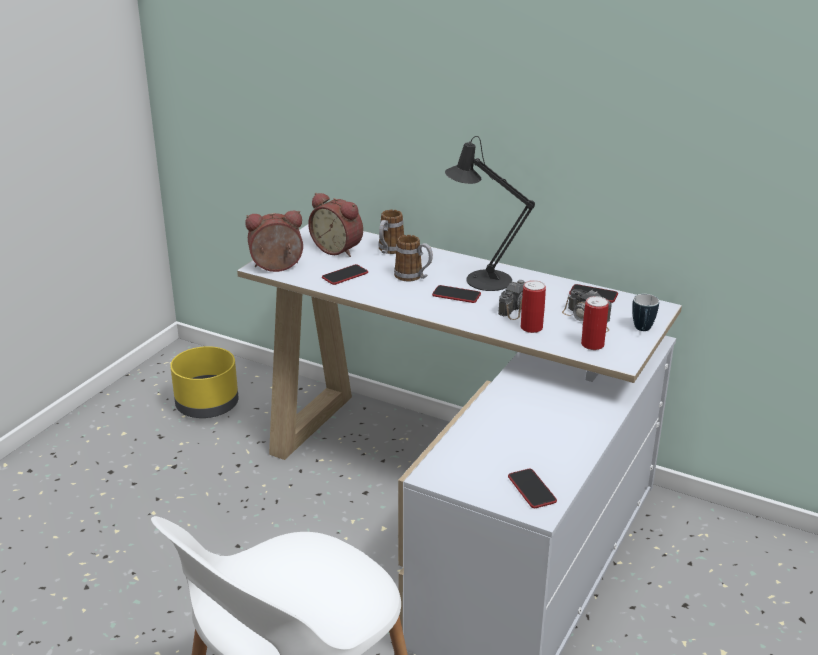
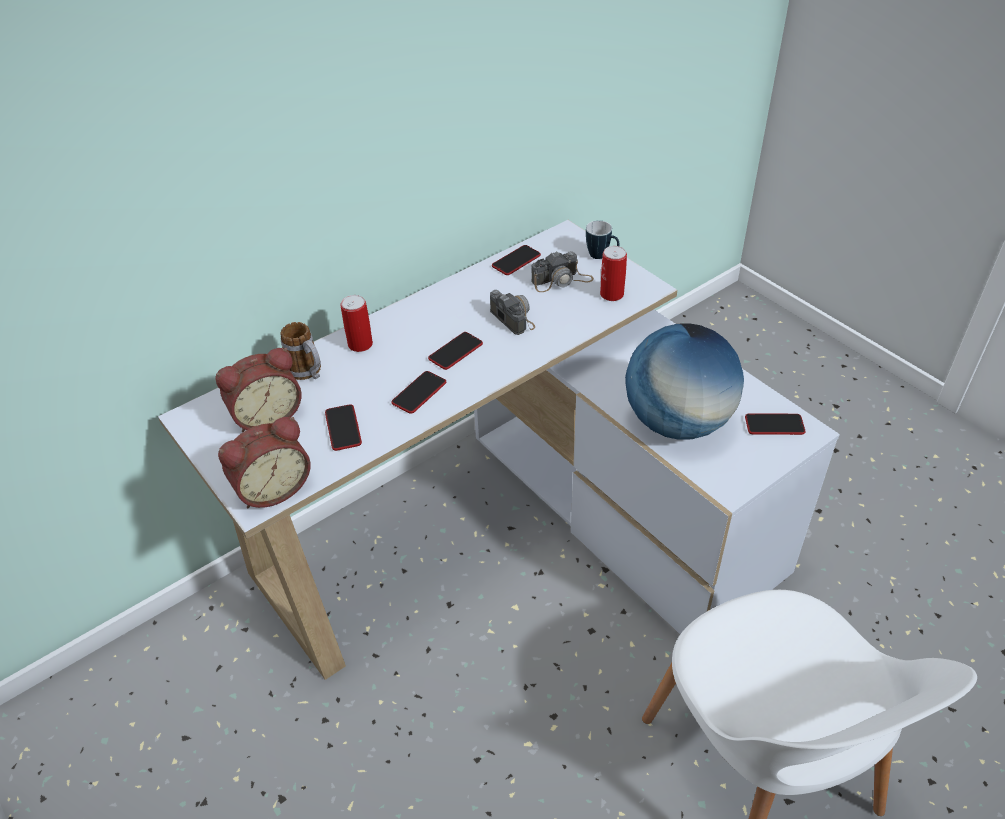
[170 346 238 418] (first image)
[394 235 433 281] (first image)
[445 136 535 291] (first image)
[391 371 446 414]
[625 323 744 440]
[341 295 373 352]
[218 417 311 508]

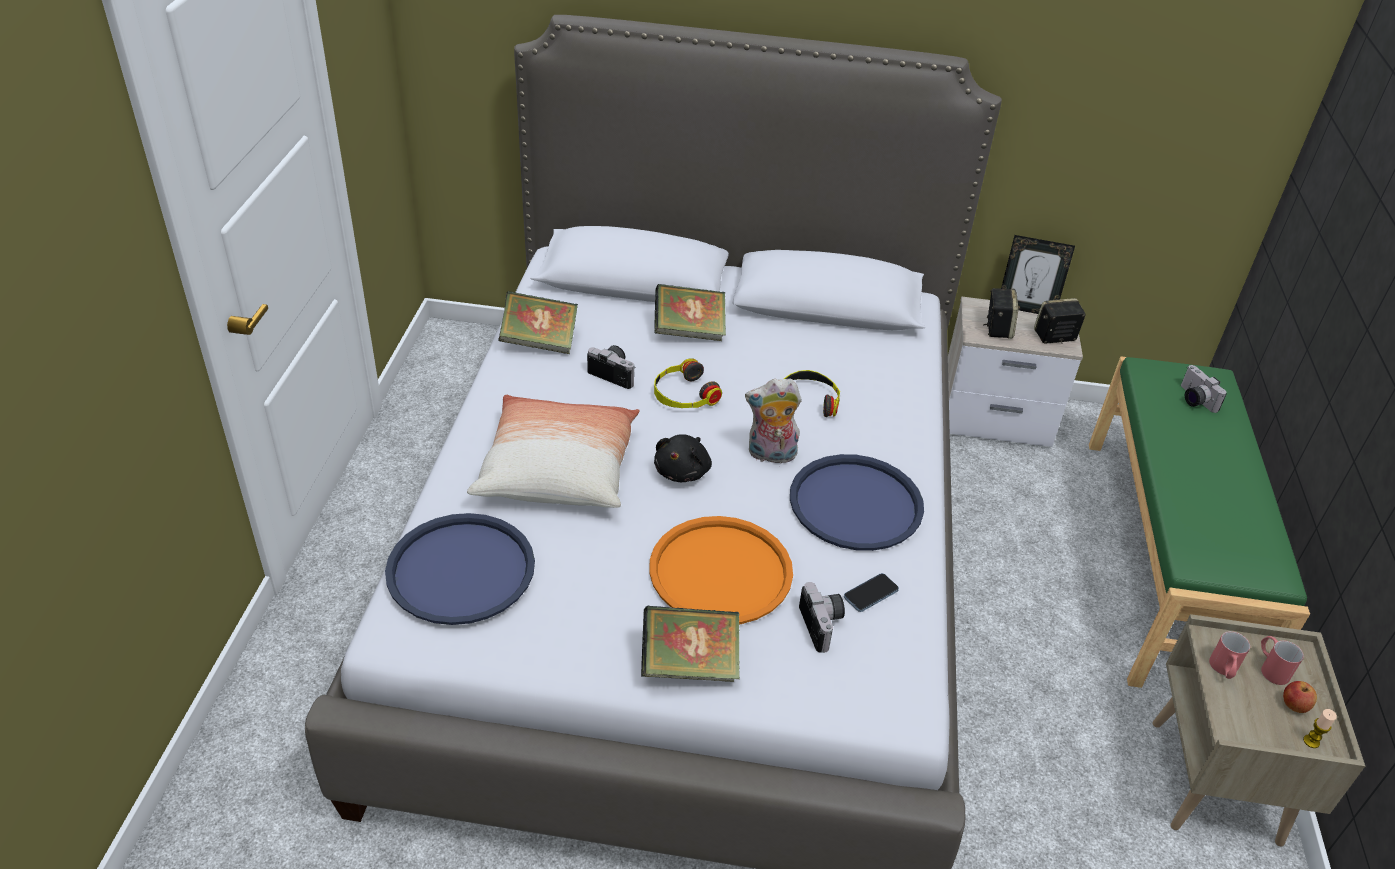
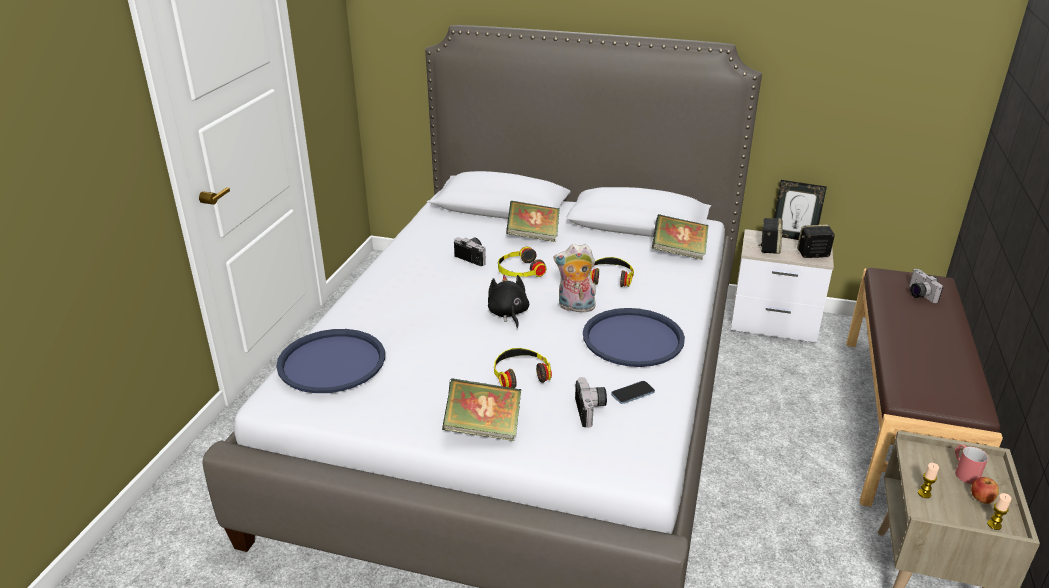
[467 395 639 508] (first image)
[1209 631 1250 679] (first image)
[918 463 939 498]
[652 214 709 260]
[494 348 552 388]
[847 268 1003 507]
[488 274 529 328]

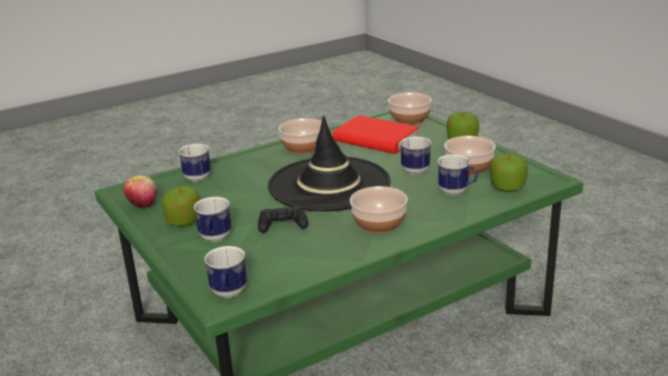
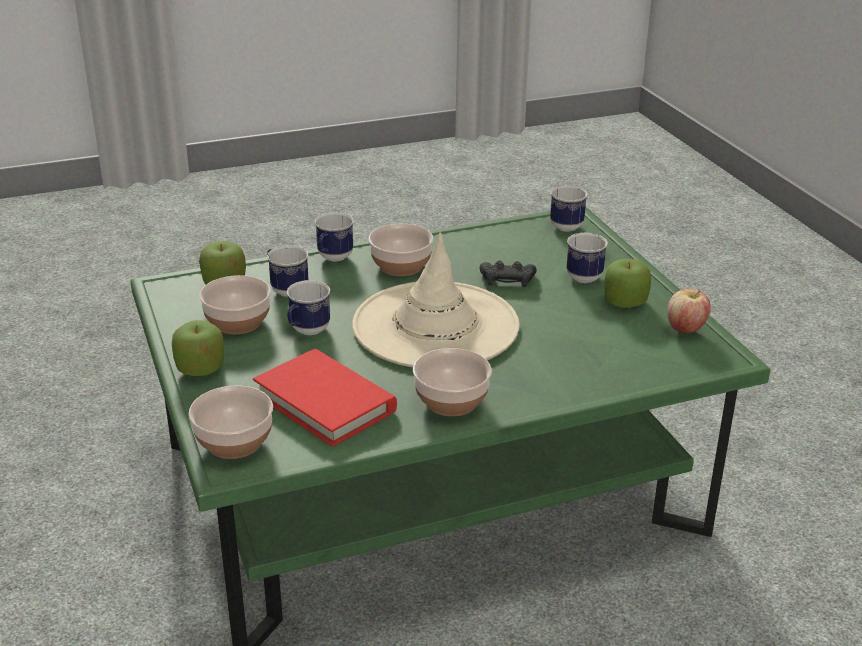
[315 212 354 261]
[352 233 520 367]

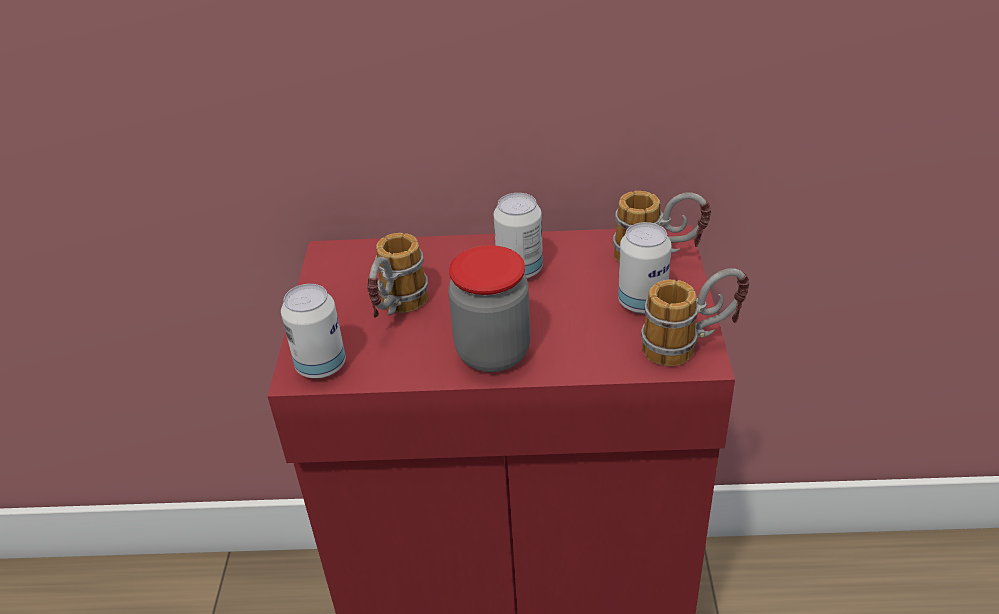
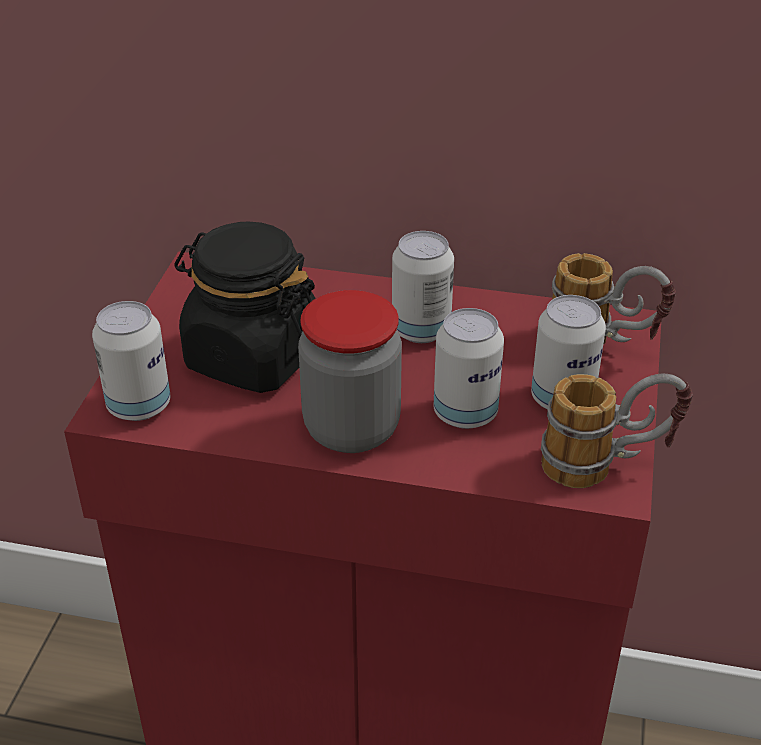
[434 308 504 429]
[175 222 316 393]

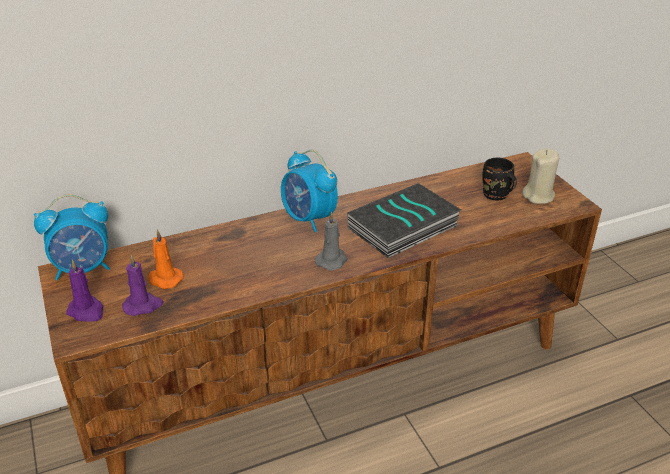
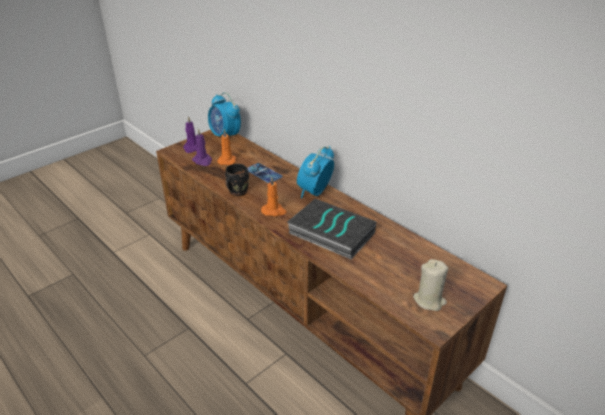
[248 163 282 183]
[225 164 249 196]
[261 177 287 217]

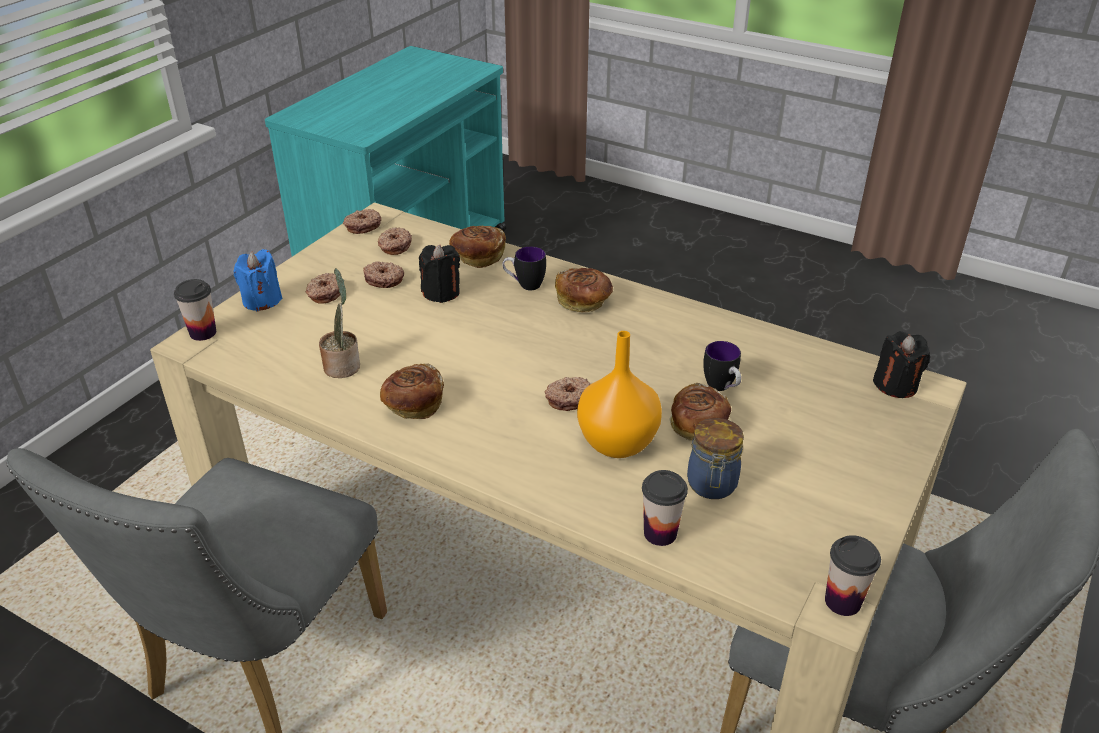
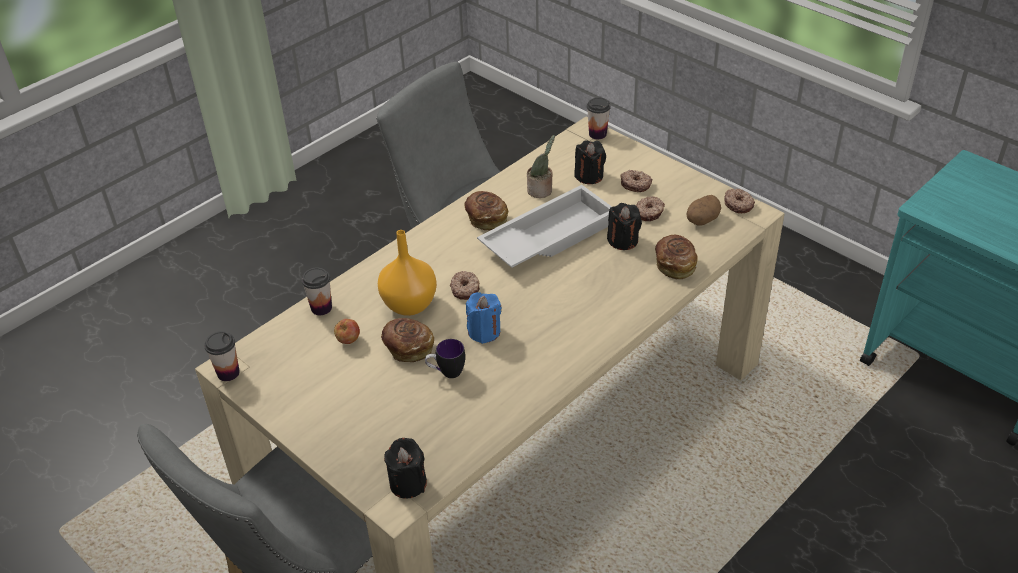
[502 247 546 290] (first image)
[555 268 613 313] (first image)
[477 185 612 268]
[574 140 606 184]
[466 292 502 344]
[686 195 721 226]
[334 319 360 344]

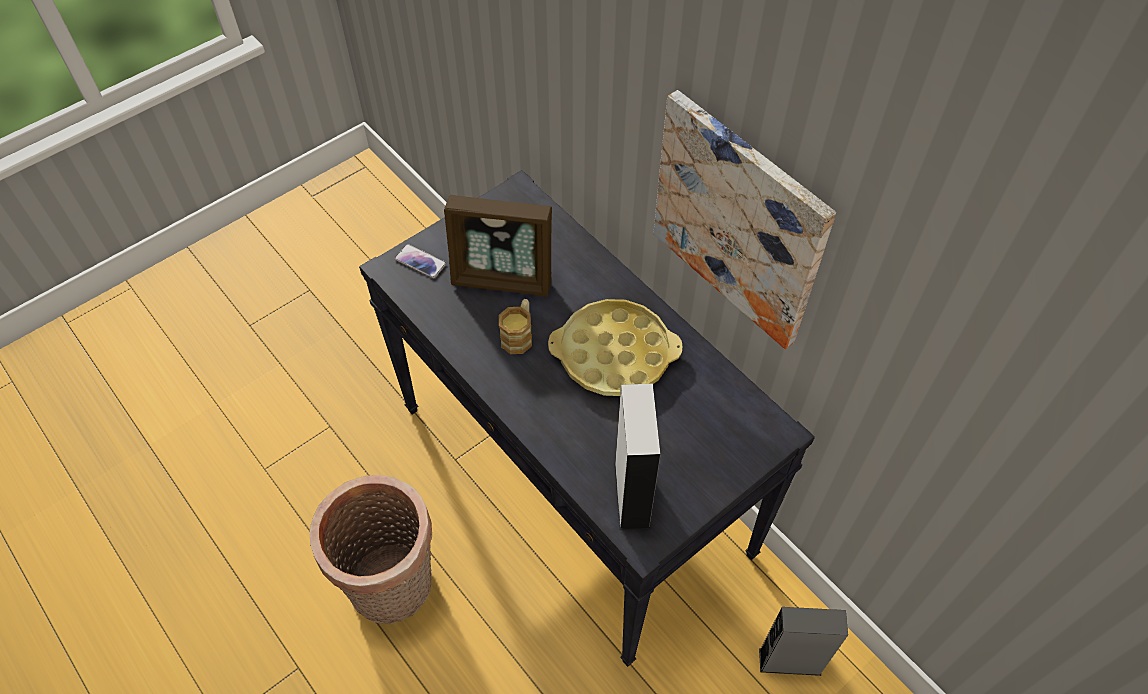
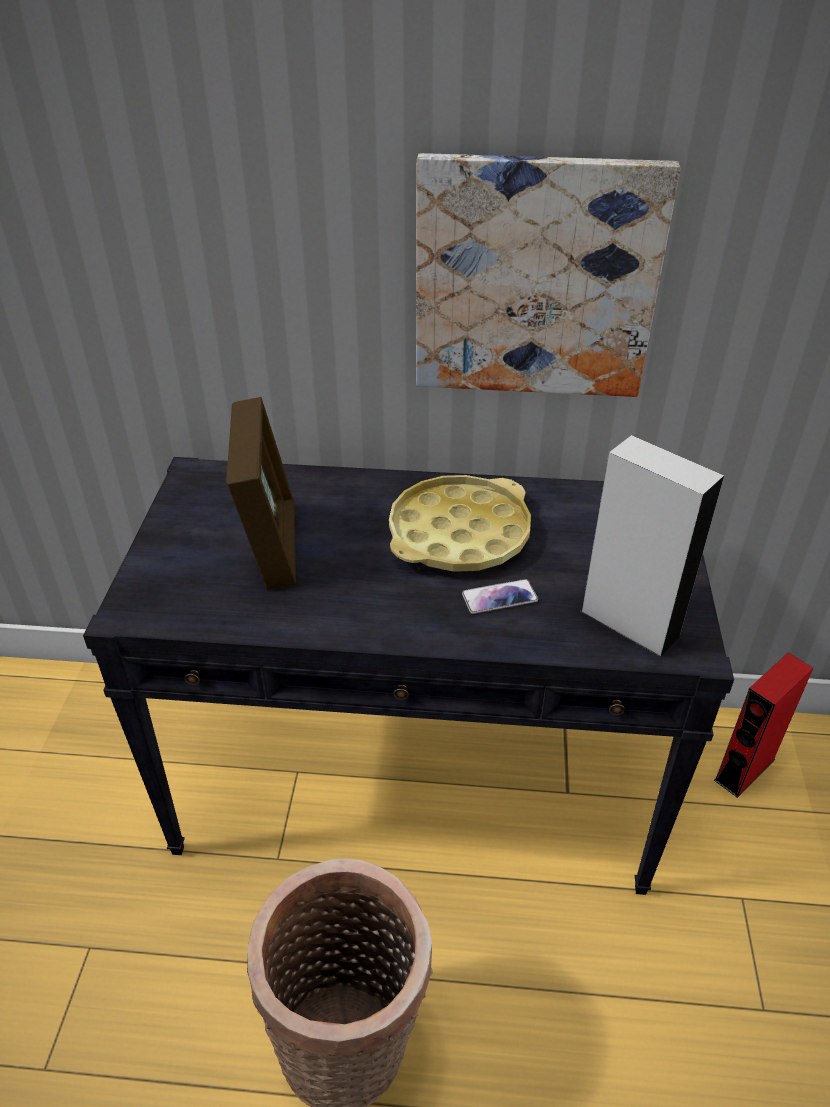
[499 299 532 354] (first image)
[462 579 538 614]
[714 653 813 798]
[226 397 296 590]

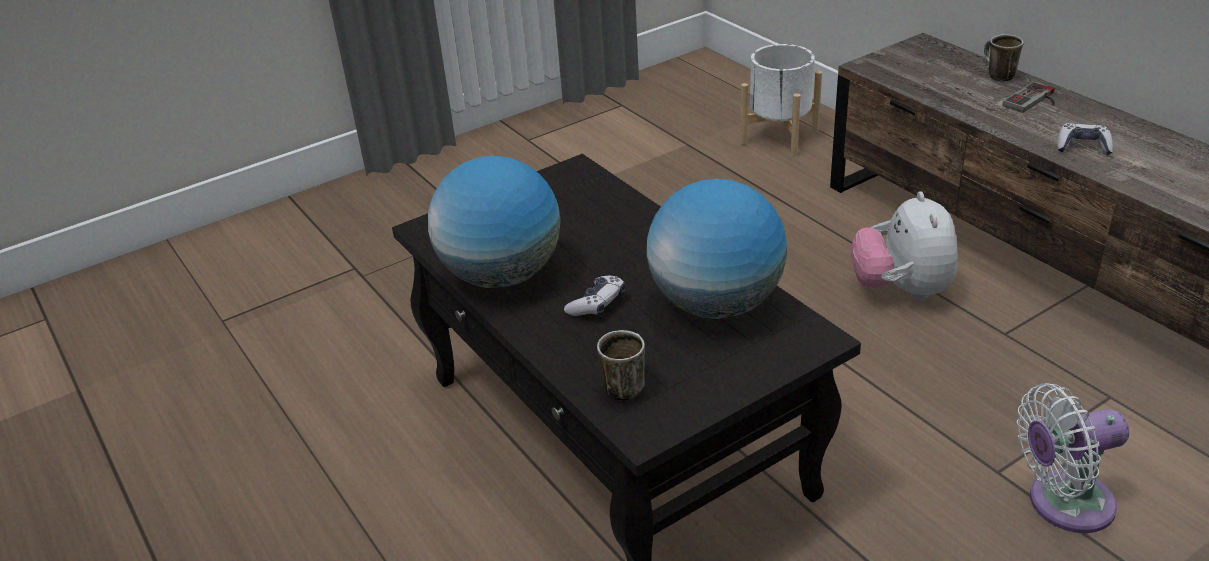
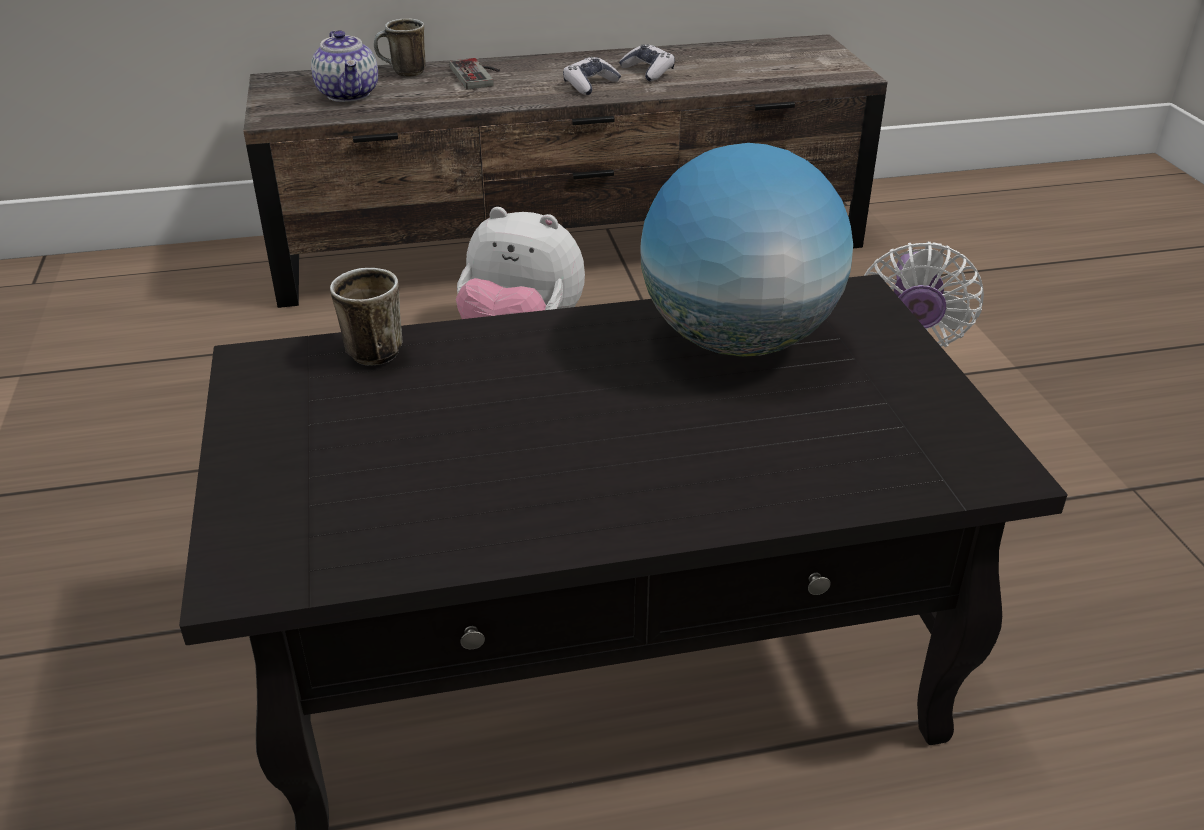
[428 156 561 288] (first image)
[740 44 822 157] (first image)
[311 30 378 102]
[619 44 675 81]
[330 268 403 365]

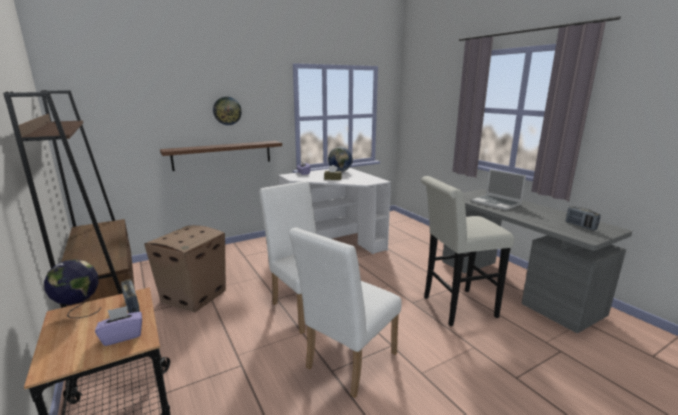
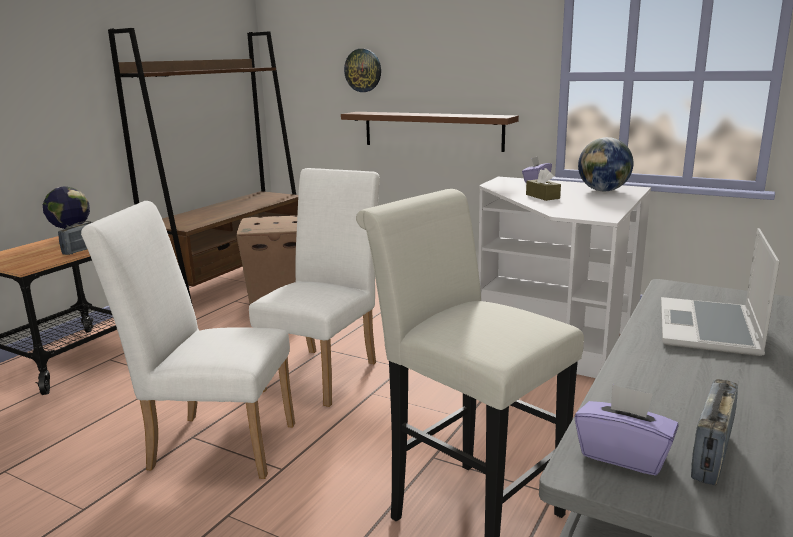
[575 384 679 475]
[344 49 381 92]

